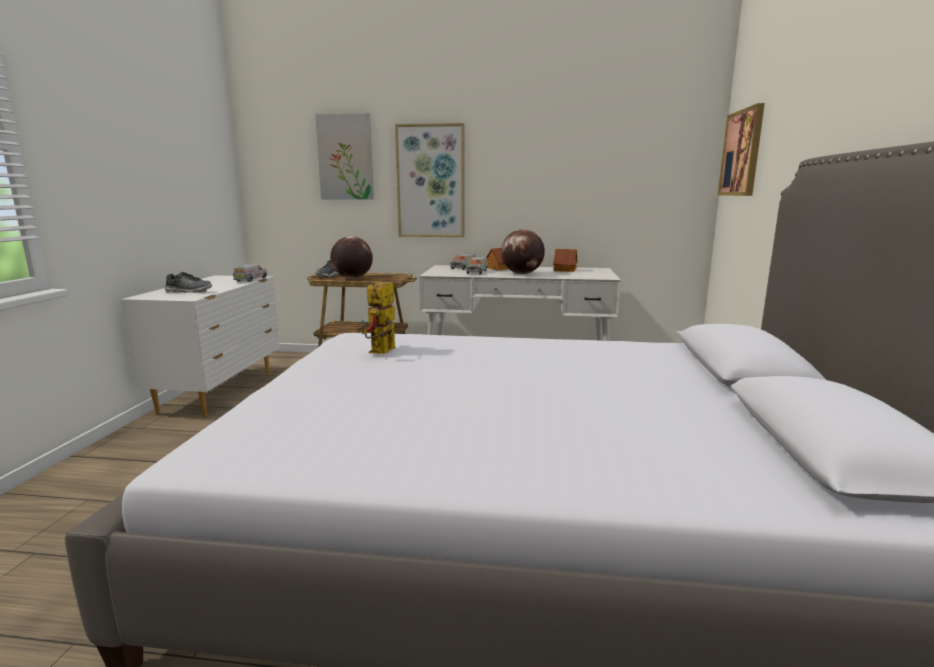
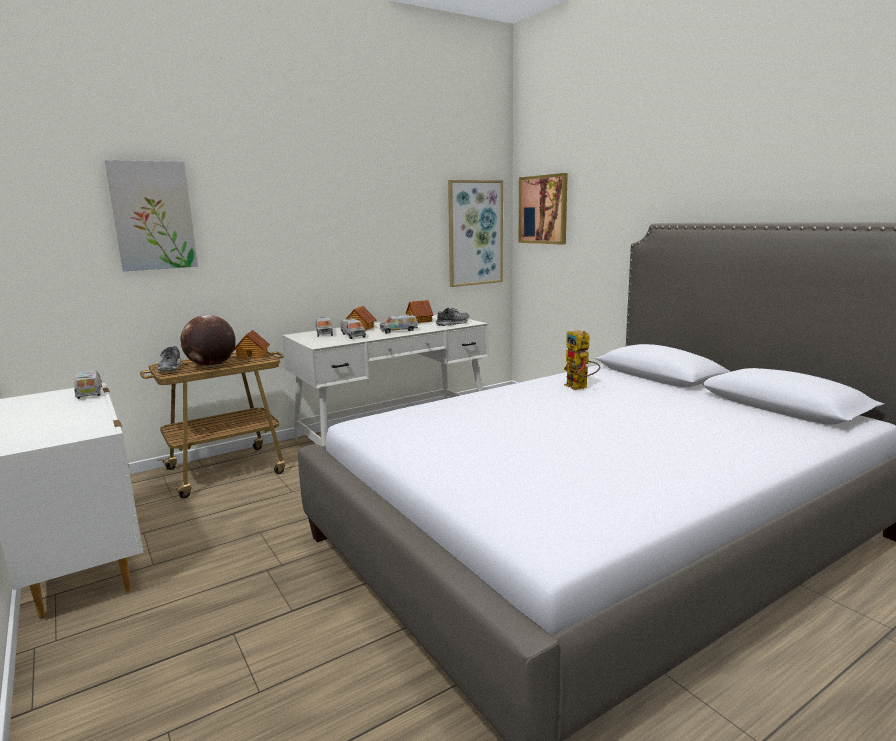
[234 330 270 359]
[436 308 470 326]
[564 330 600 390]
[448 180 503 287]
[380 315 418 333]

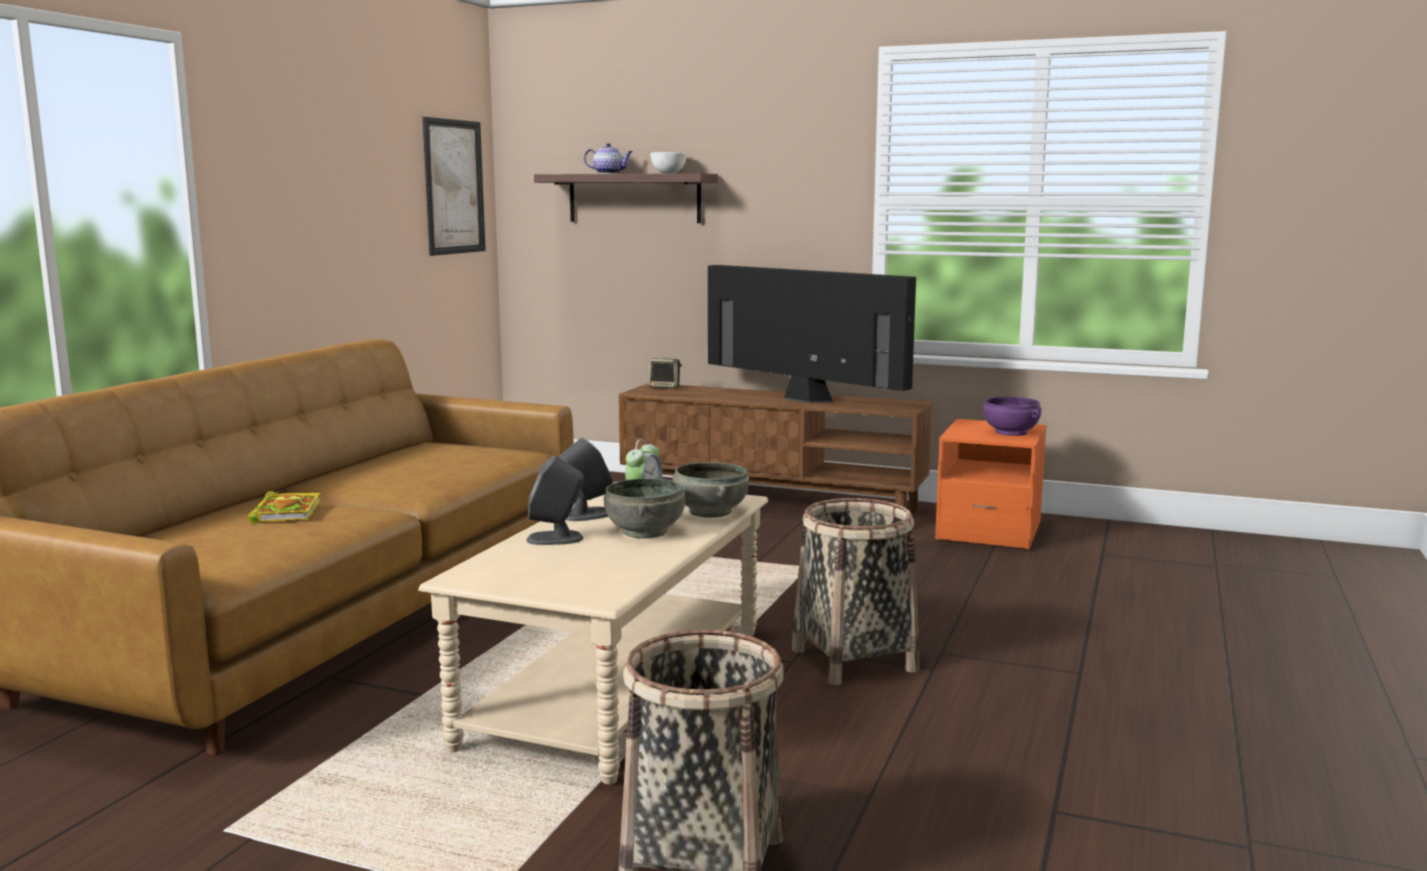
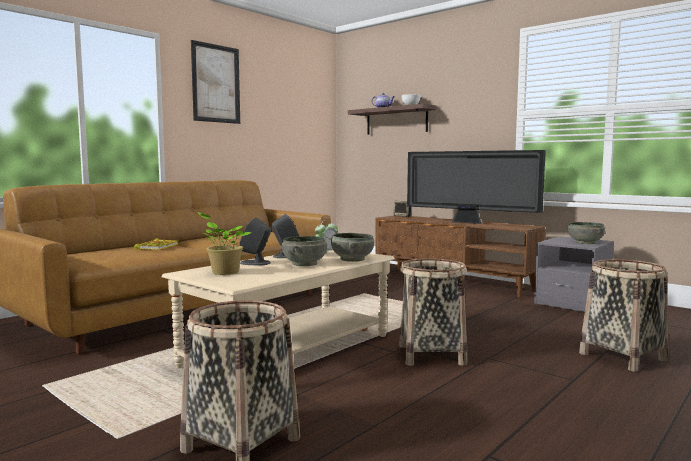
[197 212 252 275]
[579 259 668 372]
[191 40 240 124]
[534 236 614 312]
[568 222 605 244]
[407 150 546 224]

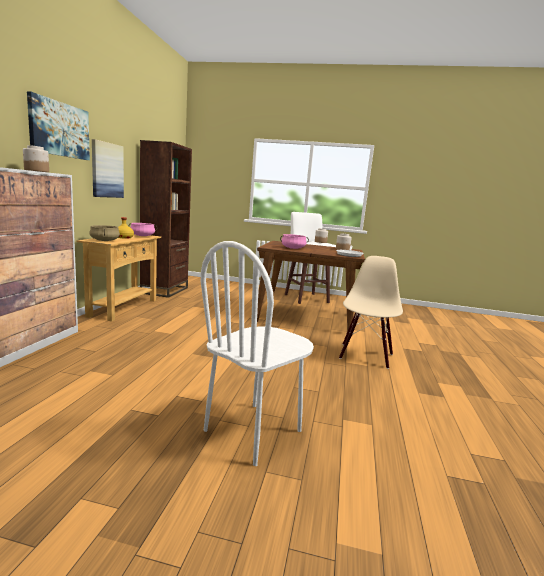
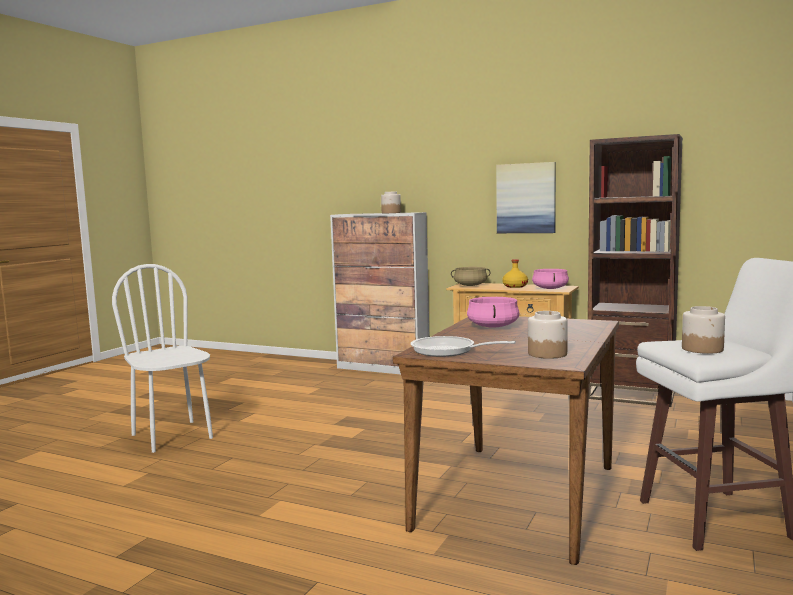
[27 91 90 160] (first image)
[339 256 403 369] (first image)

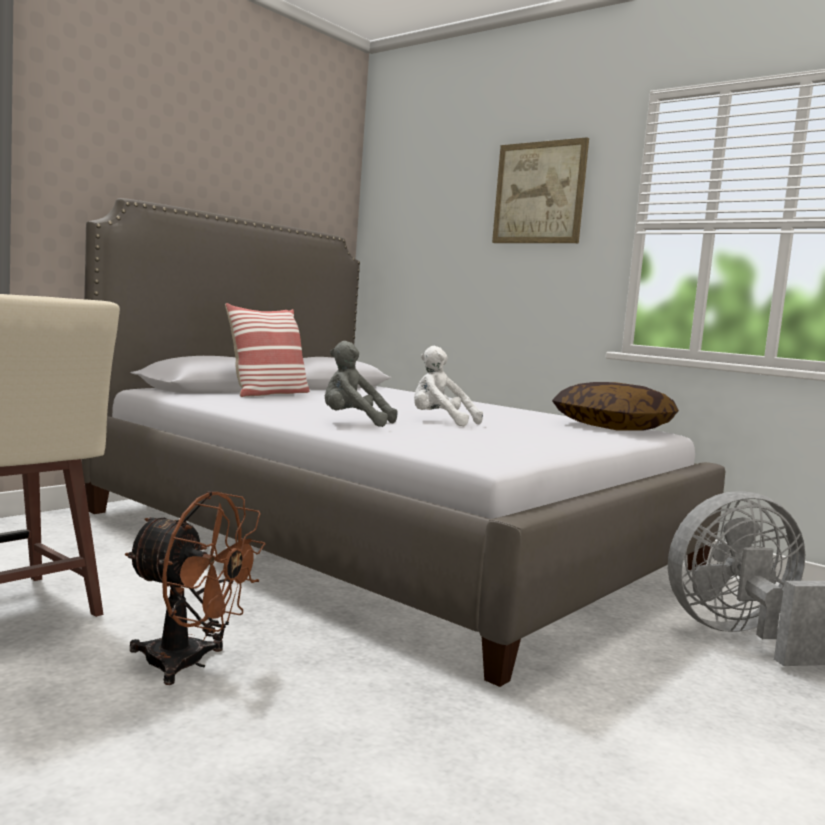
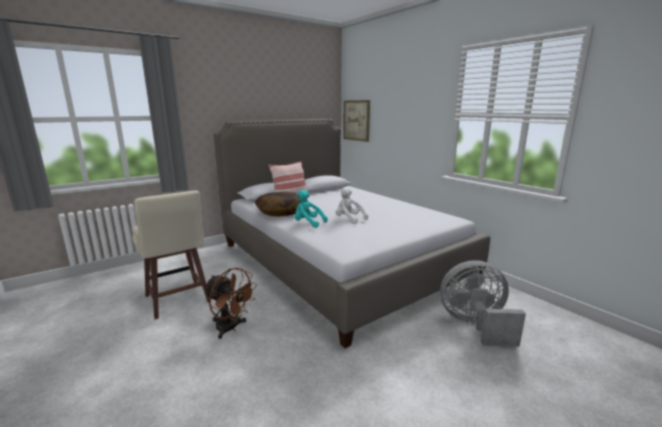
[343 100 370 142]
[255 192 300 216]
[294 190 327 228]

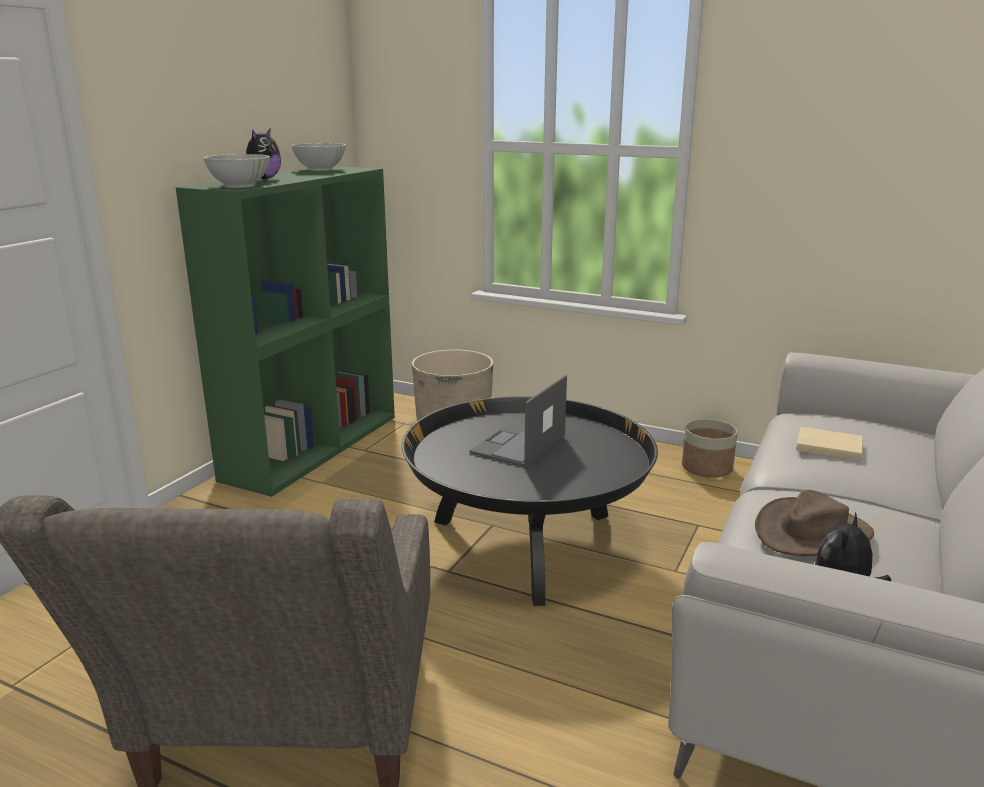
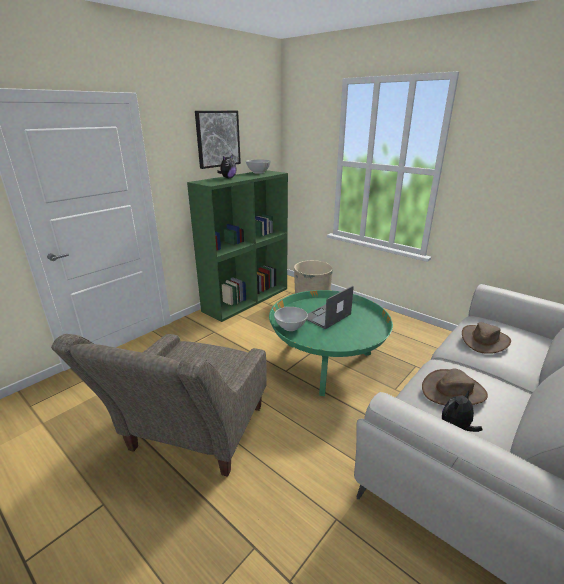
[682 419 737 478] (first image)
[195 111 241 169]
[274 307 308 331]
[462 322 511 354]
[269 290 393 396]

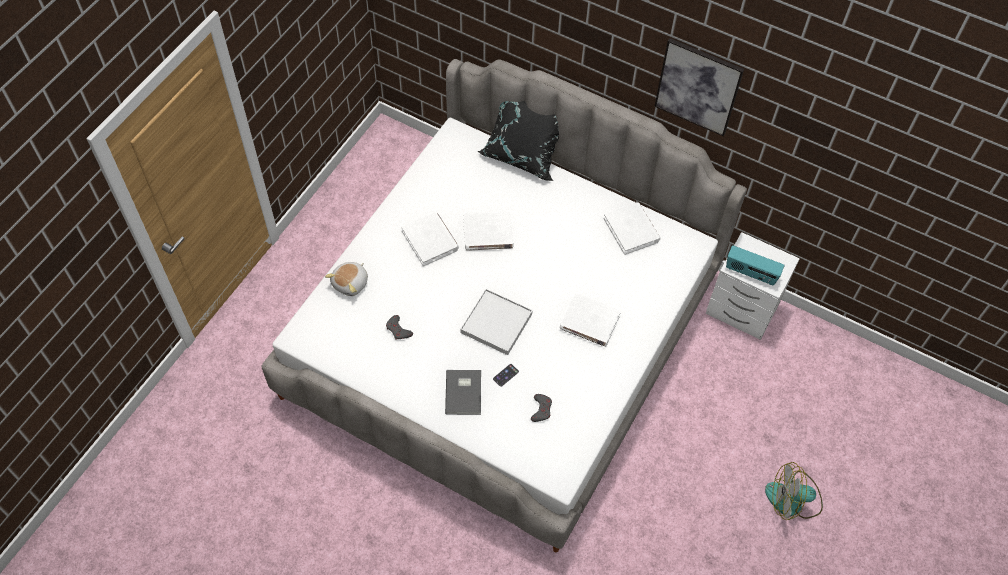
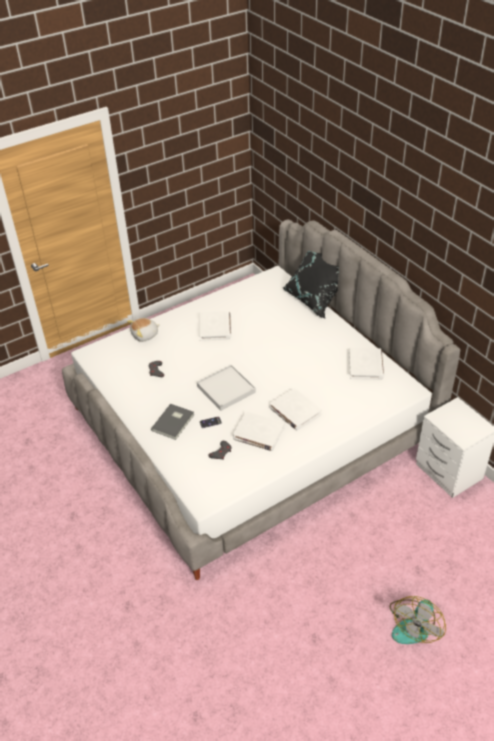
[654 38 744 136] (first image)
[726 245 785 285] (first image)
[233 411 285 451]
[390 596 446 644]

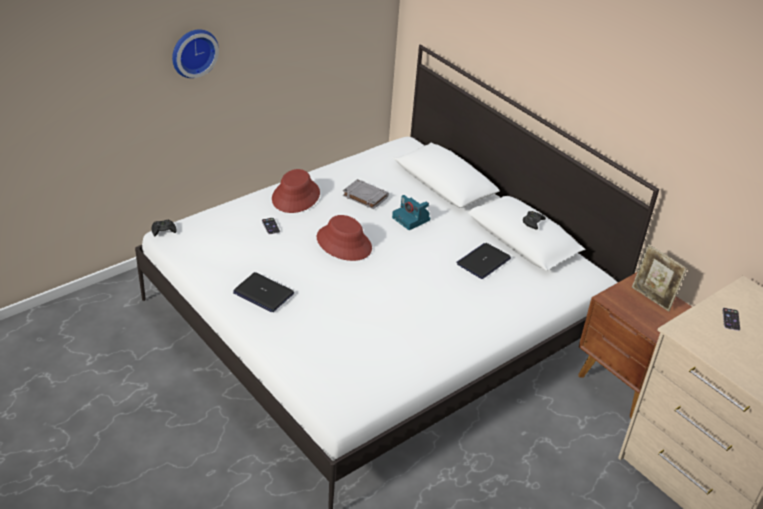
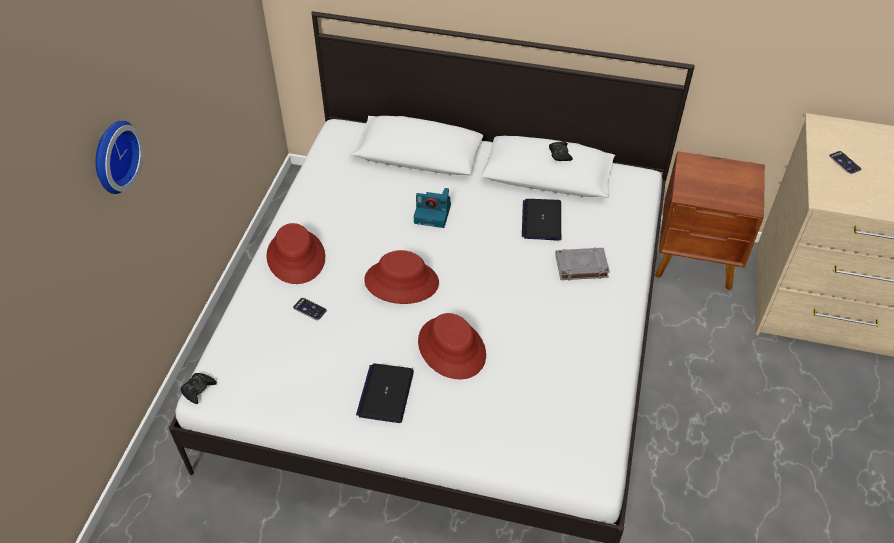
[632 244 687 312] (first image)
[418 313 486 380]
[555 247 610 280]
[356 364 414 423]

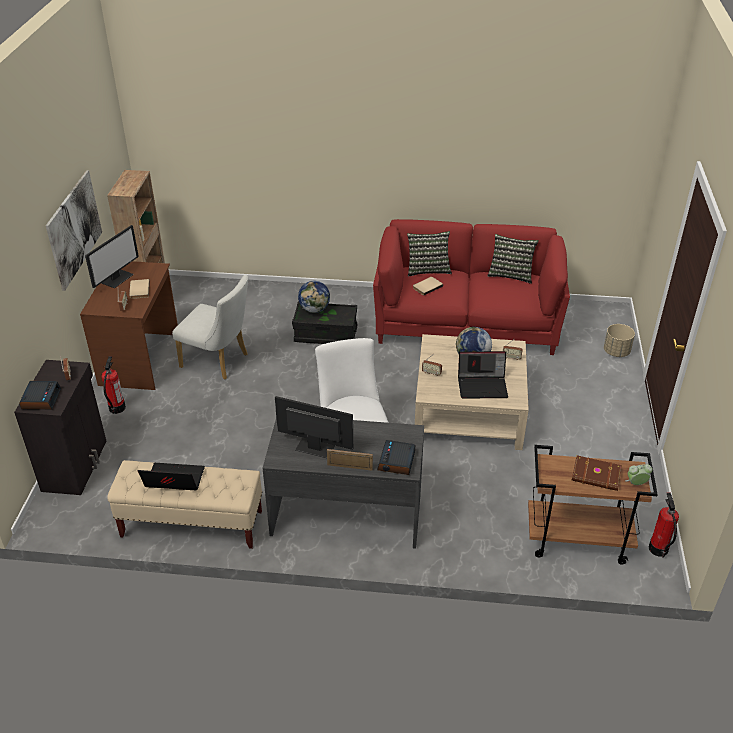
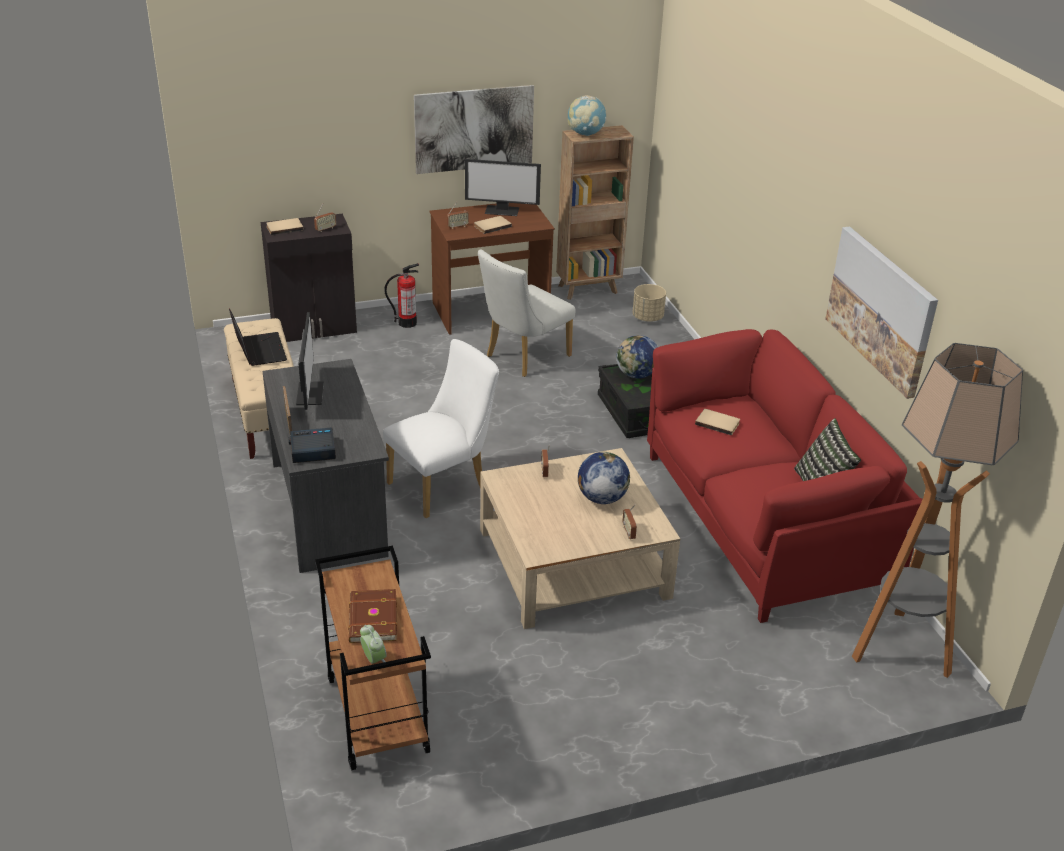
[407 231 452 276] (first image)
[458 351 508 399] (first image)
[649 493 679 558] (first image)
[568 95 606 136]
[825 227 938 399]
[852 343 1023 678]
[632 284 666 322]
[266 218 304 235]
[478 249 576 377]

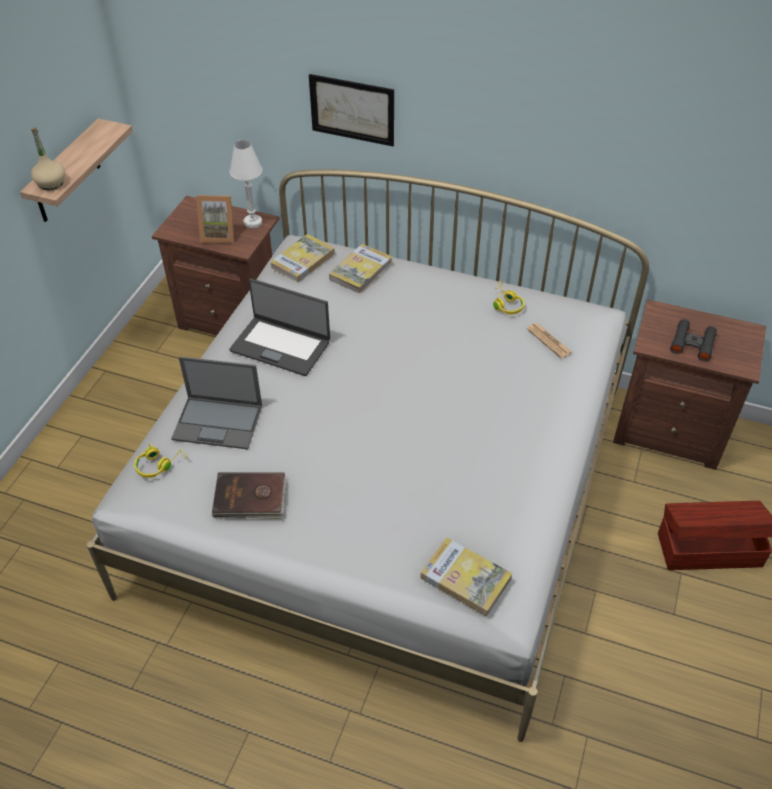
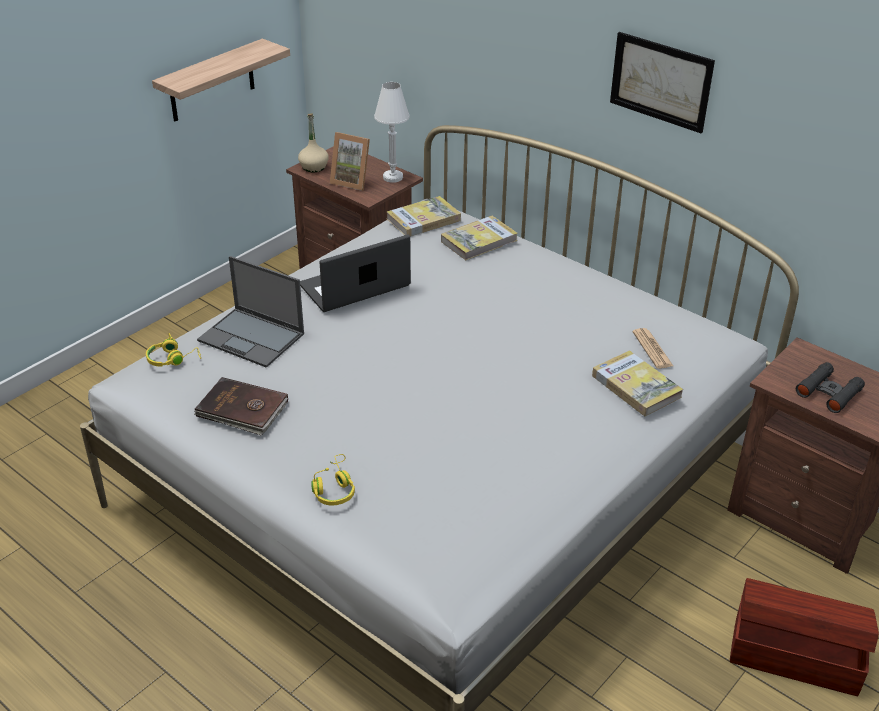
[298 113 329 172]
[610 32 715 133]
[592 350 683 416]
[311 454 355 506]
[300 234 411 312]

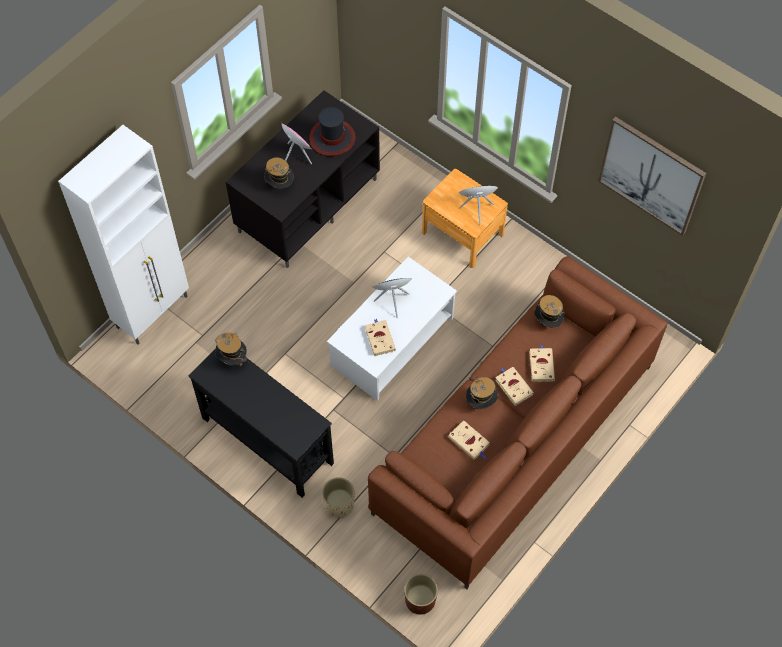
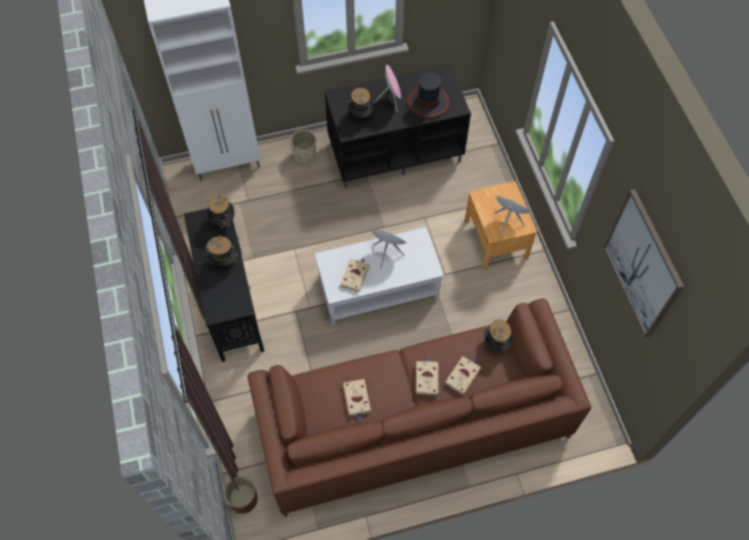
[290 130 316 164]
[206 235 239 265]

